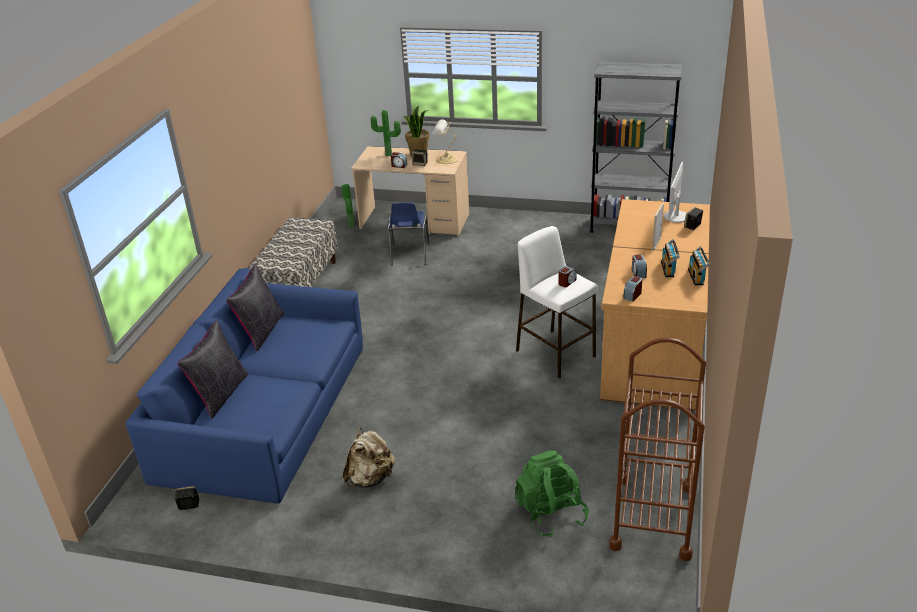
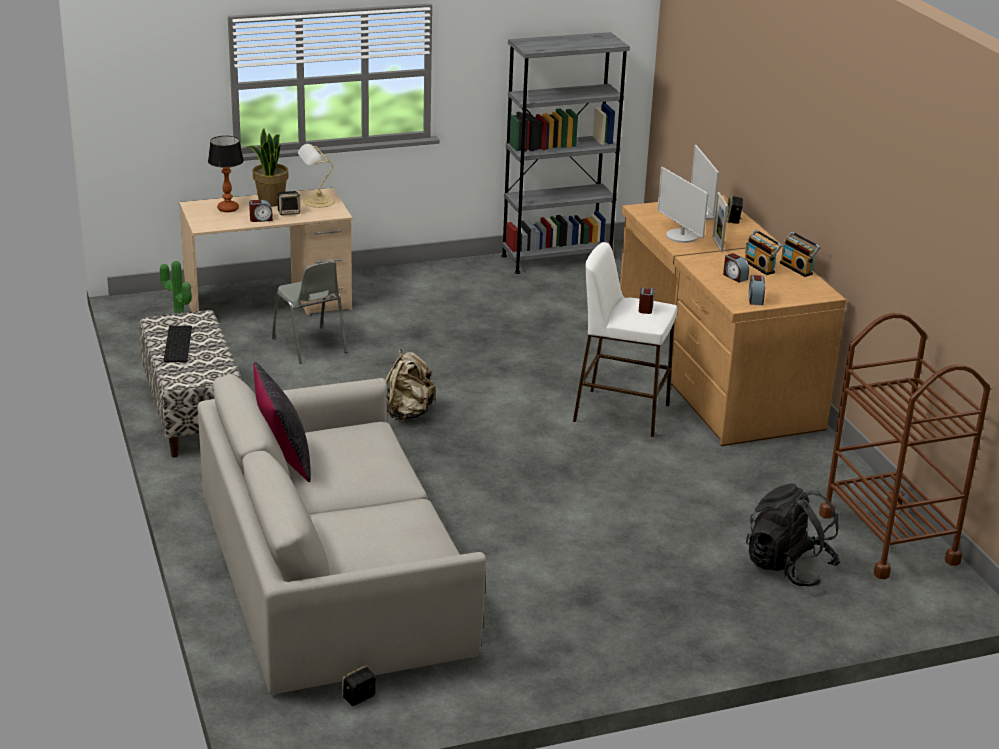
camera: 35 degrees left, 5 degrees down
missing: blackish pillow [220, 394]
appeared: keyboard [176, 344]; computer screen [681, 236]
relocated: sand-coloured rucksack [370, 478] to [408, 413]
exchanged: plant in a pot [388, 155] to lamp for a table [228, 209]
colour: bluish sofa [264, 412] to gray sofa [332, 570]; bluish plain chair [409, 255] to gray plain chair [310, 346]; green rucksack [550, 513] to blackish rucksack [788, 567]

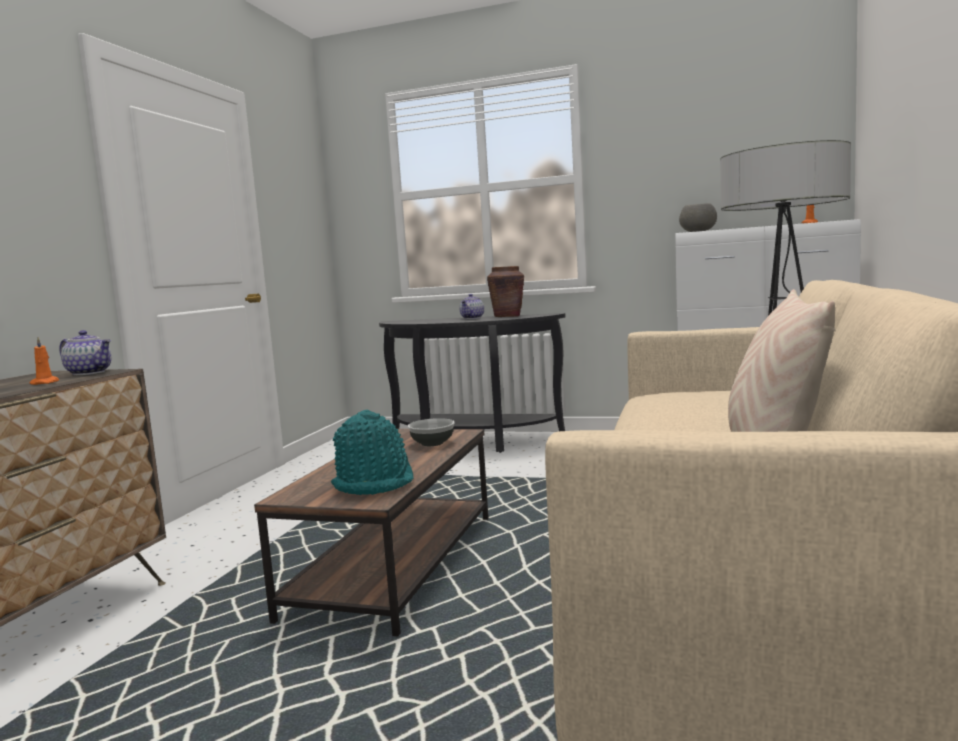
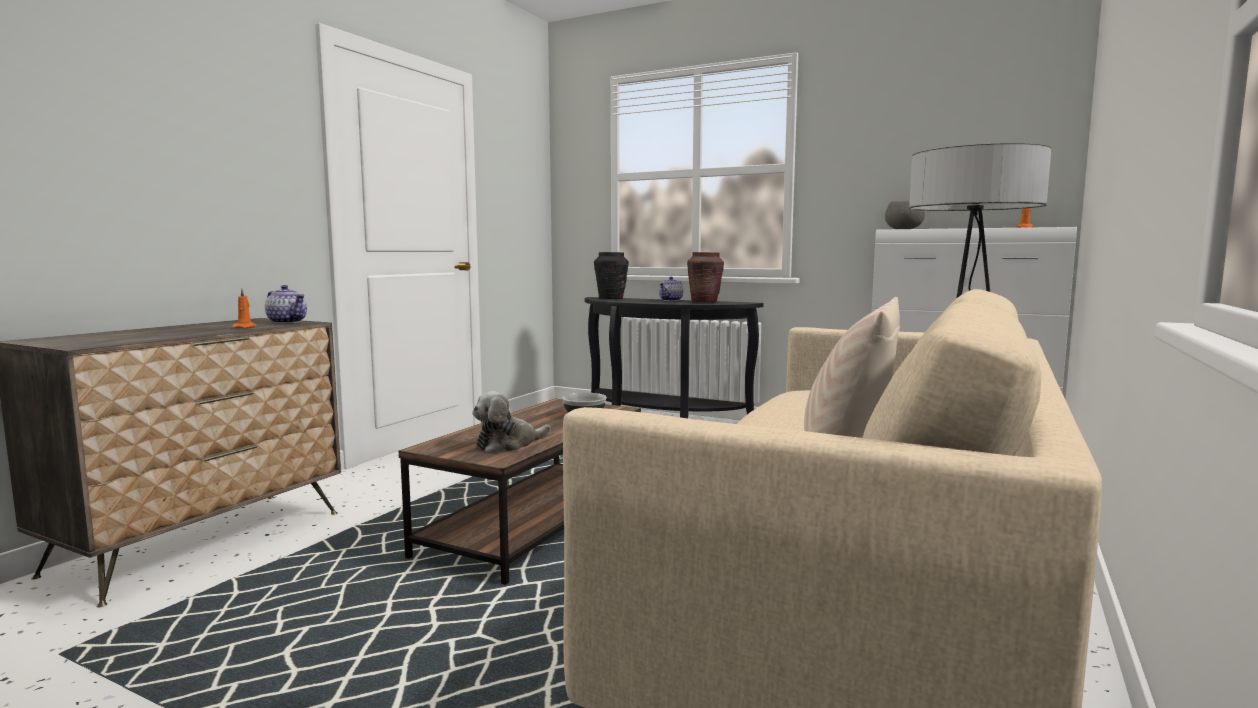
camera: 10 degrees right, 0 degrees up
appeared: blackish vase [611, 299]
exchanged: turquoise hat [374, 483] to soft toy [508, 444]

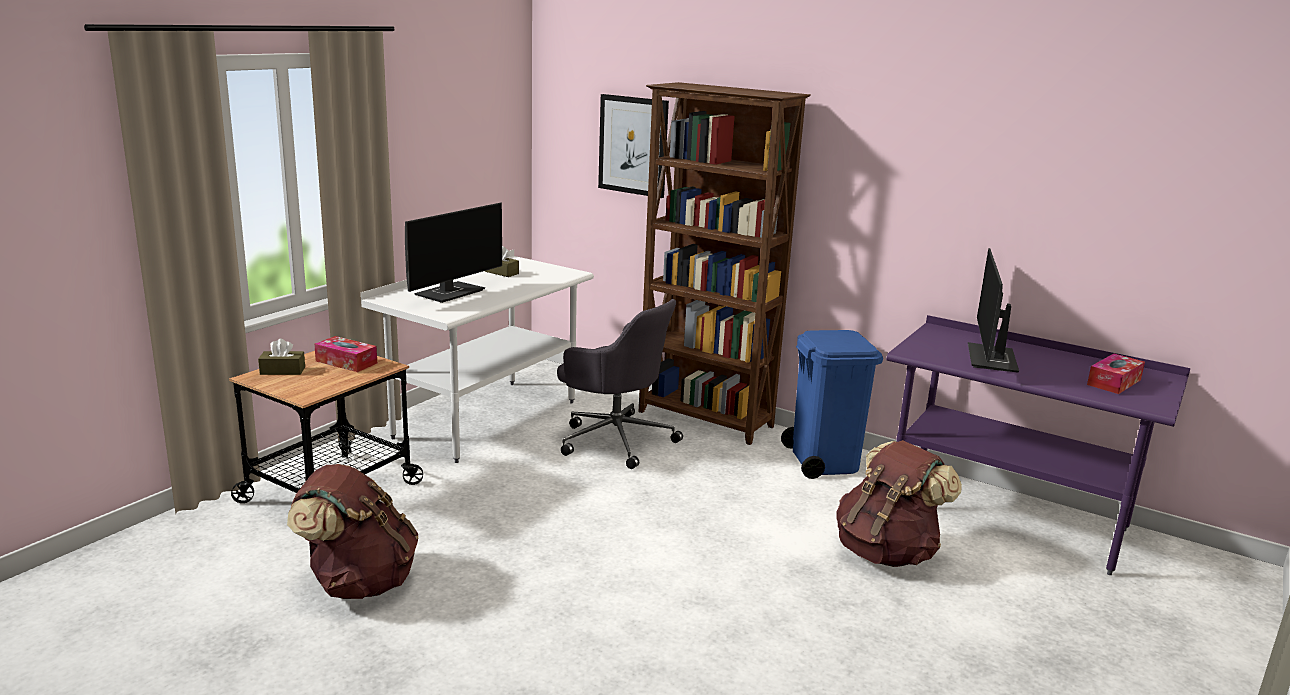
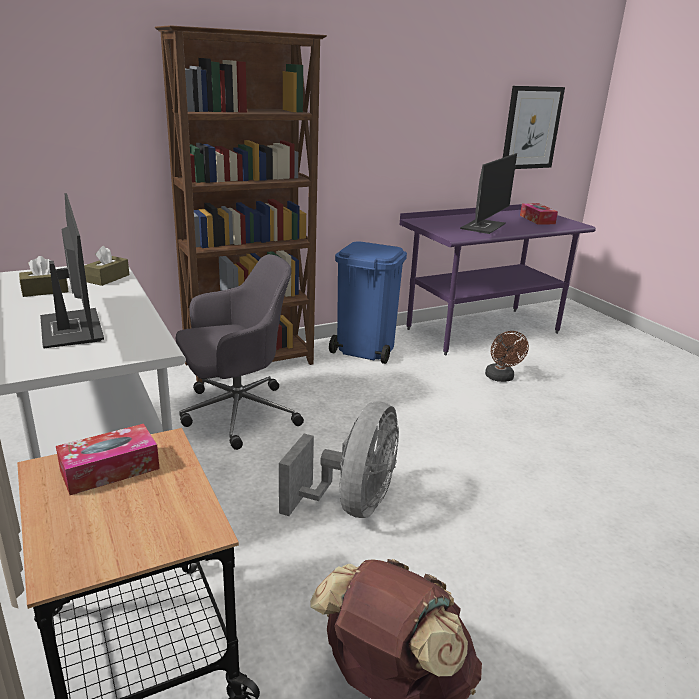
camera: 60 degrees left, 5 degrees up
appeared: gray electric fan [351, 504]
relocated: brownish tissue holder [282, 371] to [108, 278]; wall picture [633, 145] to [531, 128]
exchanged: brownish rucksack [887, 552] to brownish electric fan [501, 378]
spun: computer screen [992, 359] = [483, 227] 105 degrees counterclockwise

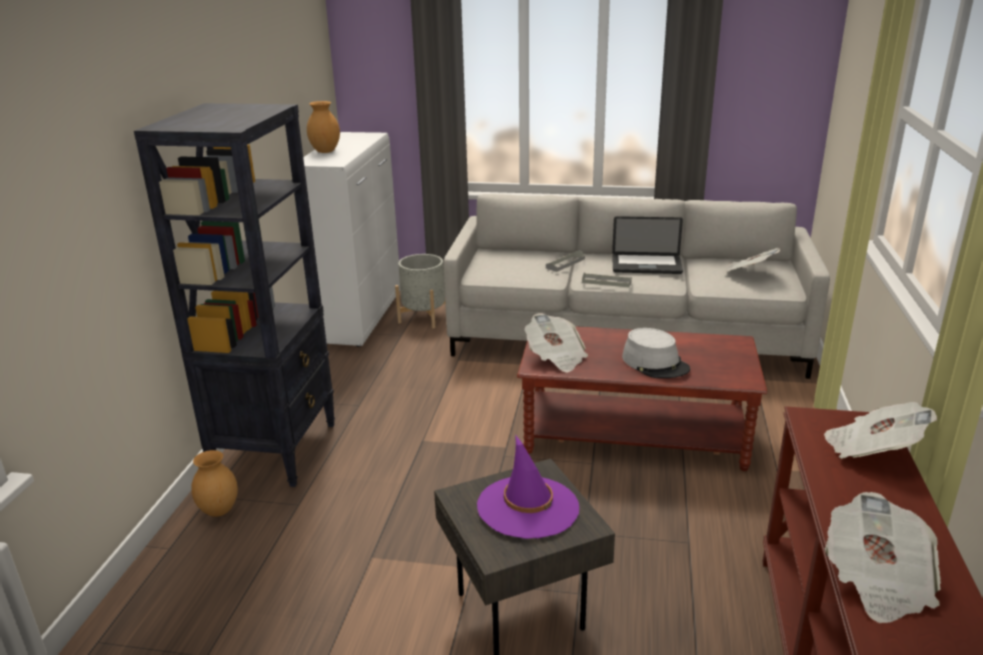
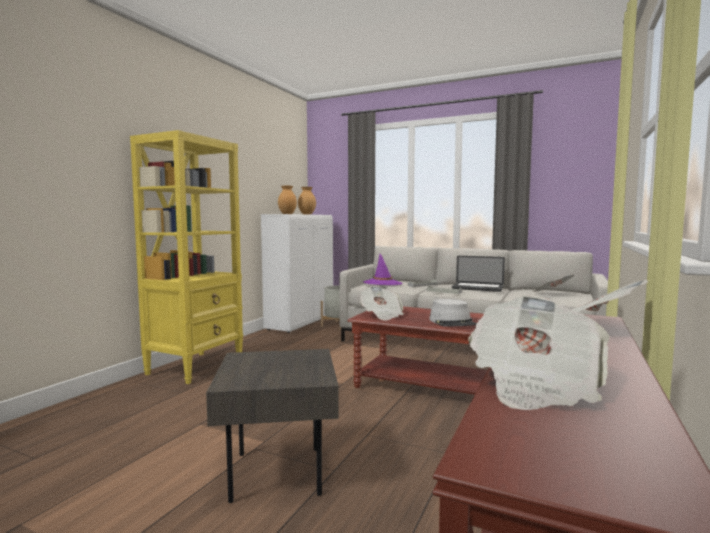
camera: 15 degrees right, 20 degrees down
relocated: brownish vase [220, 510] to [307, 214]; purple hat [528, 507] to [382, 283]
colour: blackish bookshelf [277, 449] to yellow bookshelf [196, 367]

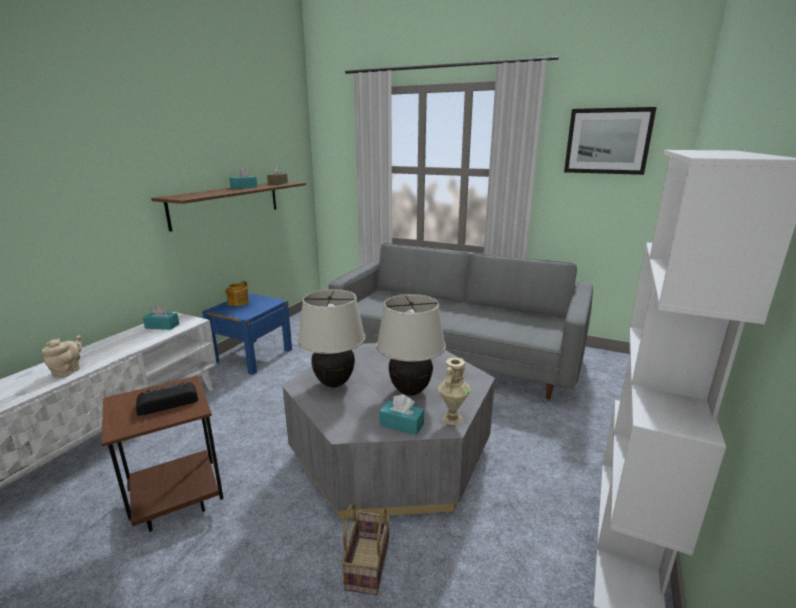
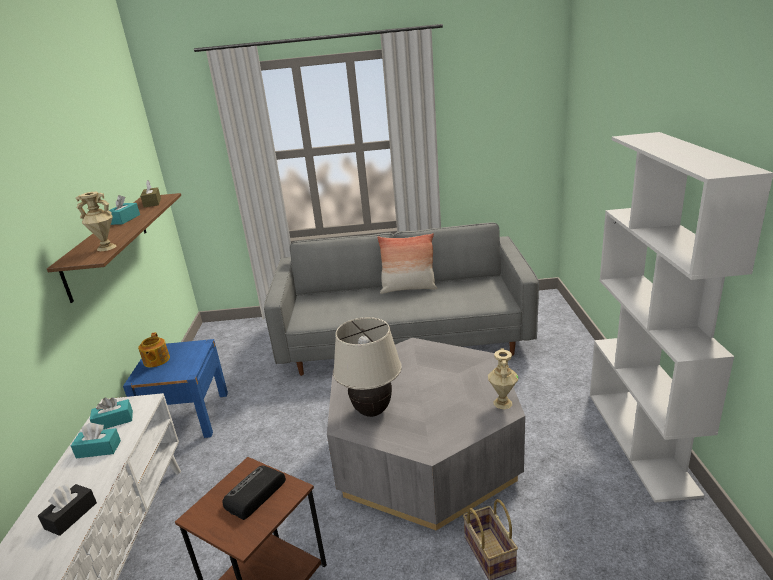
camera: 25 degrees left, 5 degrees up
missing: sand-coloured lamp for a table [410, 391]; wall picture [607, 141]
appeared: sand-coloured vase [106, 248]; pillow [408, 288]
relocated: turquoise tissue holder [401, 424] to [98, 449]
exchanged: sand-coloured pot for tea [68, 371] to blackish tissue holder [71, 516]

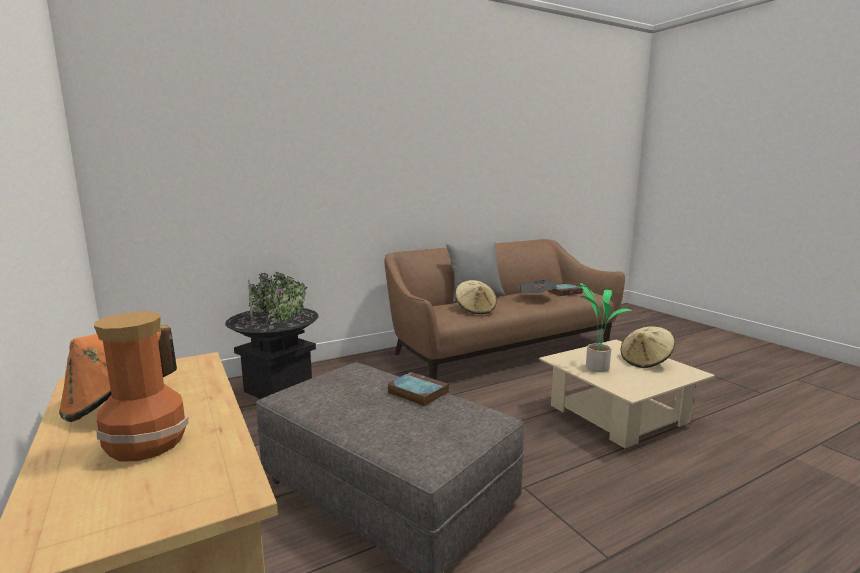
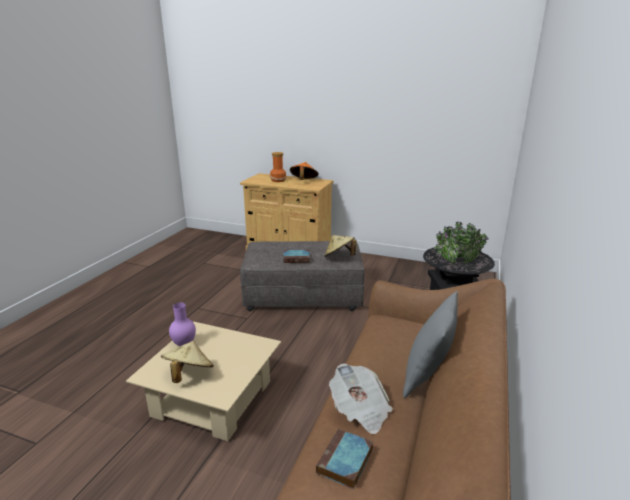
camera: 140 degrees right, 10 degrees up
missing: plant in a pot [596, 367]
appeared: purple vase [183, 344]
relocated: sand-coloured hat [475, 310] to [339, 257]

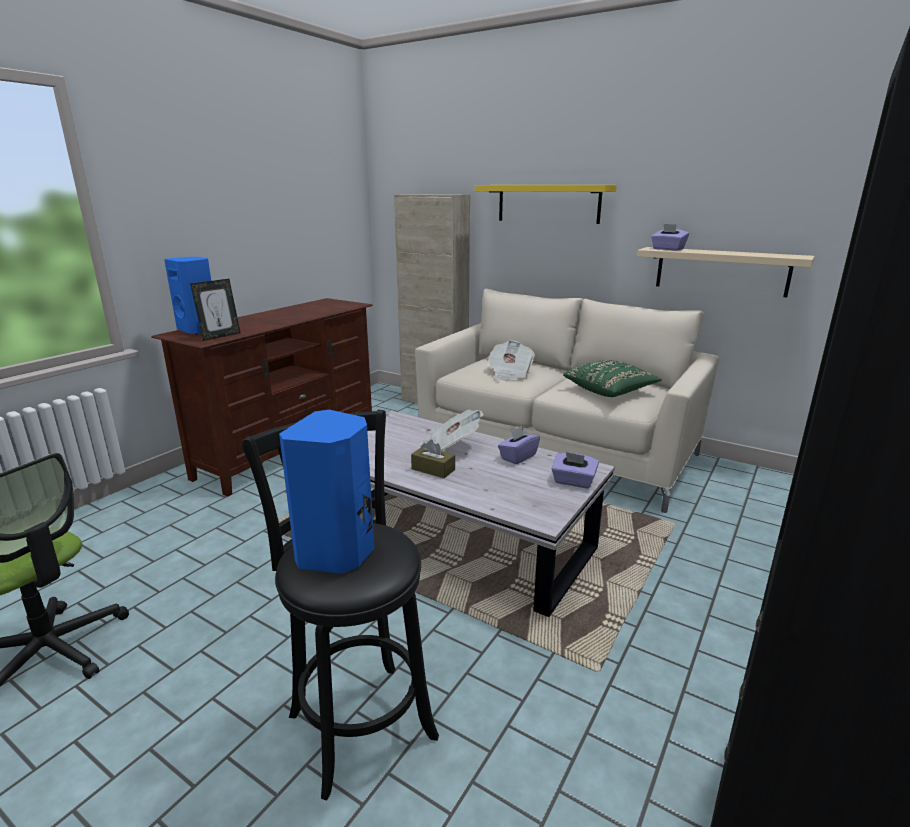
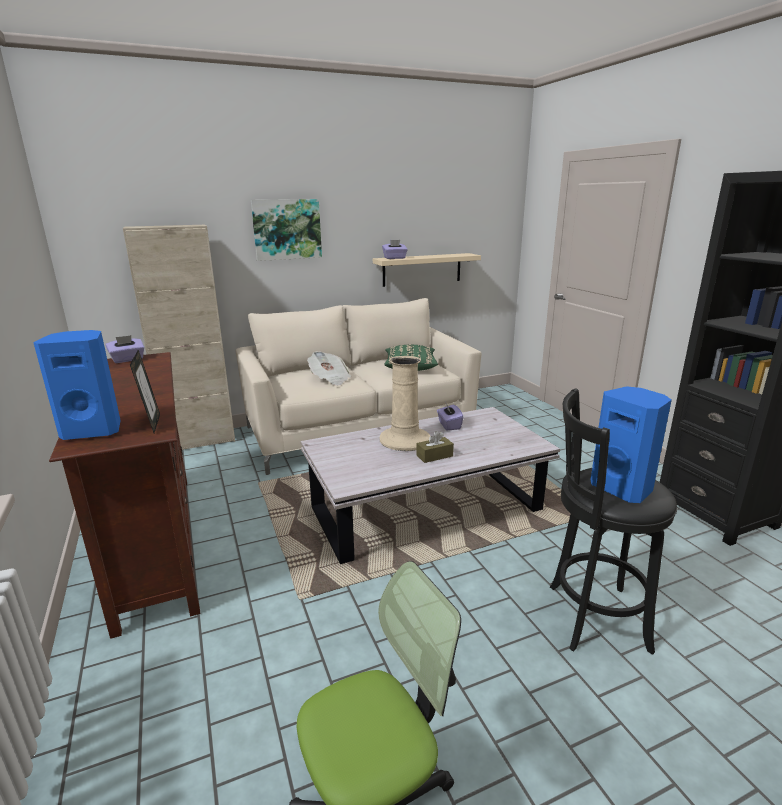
camera: 55 degrees left, 0 degrees up
relocated: purple tissue holder [573, 482] to [128, 359]
exchanged: newspaper [450, 447] to sand-coloured vase [405, 440]; yellow bracket shelf [548, 203] to wall picture [287, 229]

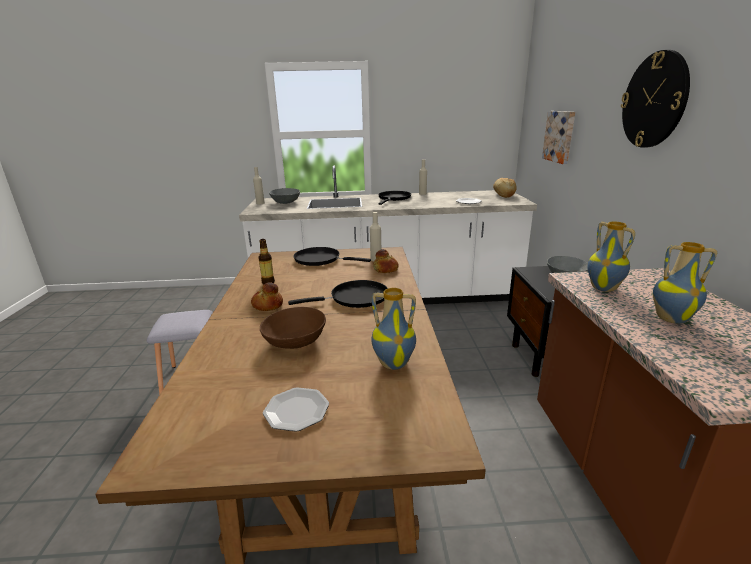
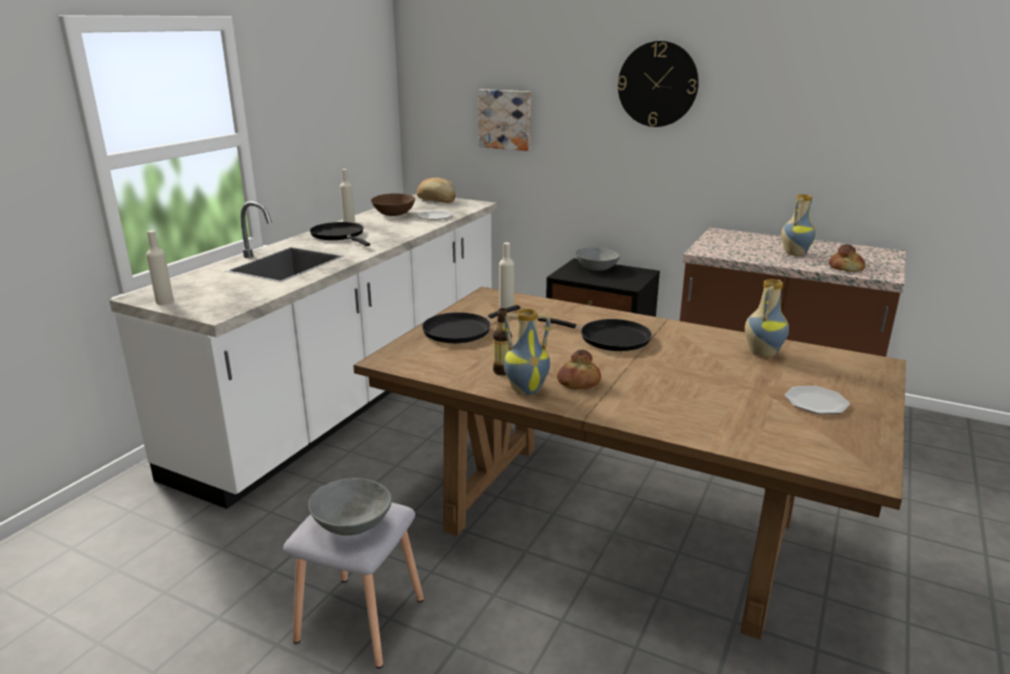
camera: 60 degrees left, 0 degrees up
relocated: brownish serving bowl [295, 341] to [393, 214]; gray serving bowl [285, 202] to [351, 524]; bread [386, 269] to [846, 268]; vase [604, 288] to [526, 390]
spun: blackish pan [355, 298] = [609, 338] 105 degrees clockwise

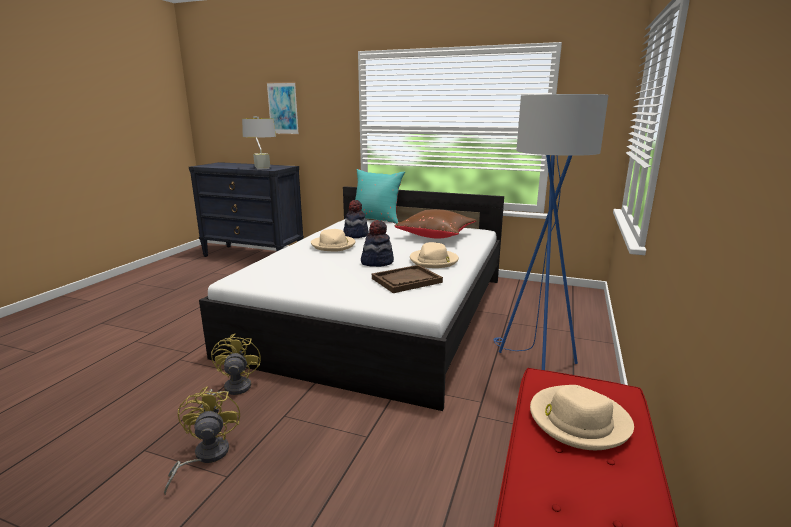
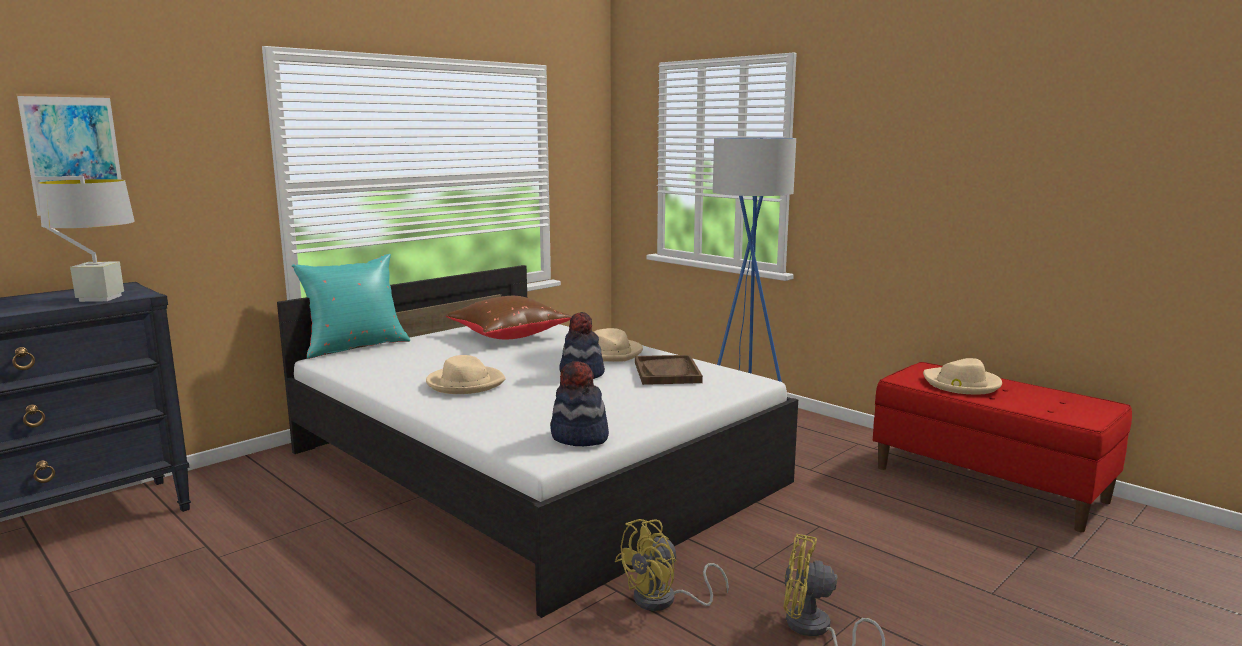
camera: 65 degrees left, 5 degrees down
relocated: hat [355, 235] to [579, 437]
spun: yellow electric fan [232, 390] = [664, 601] 60 degrees counterclockwise

